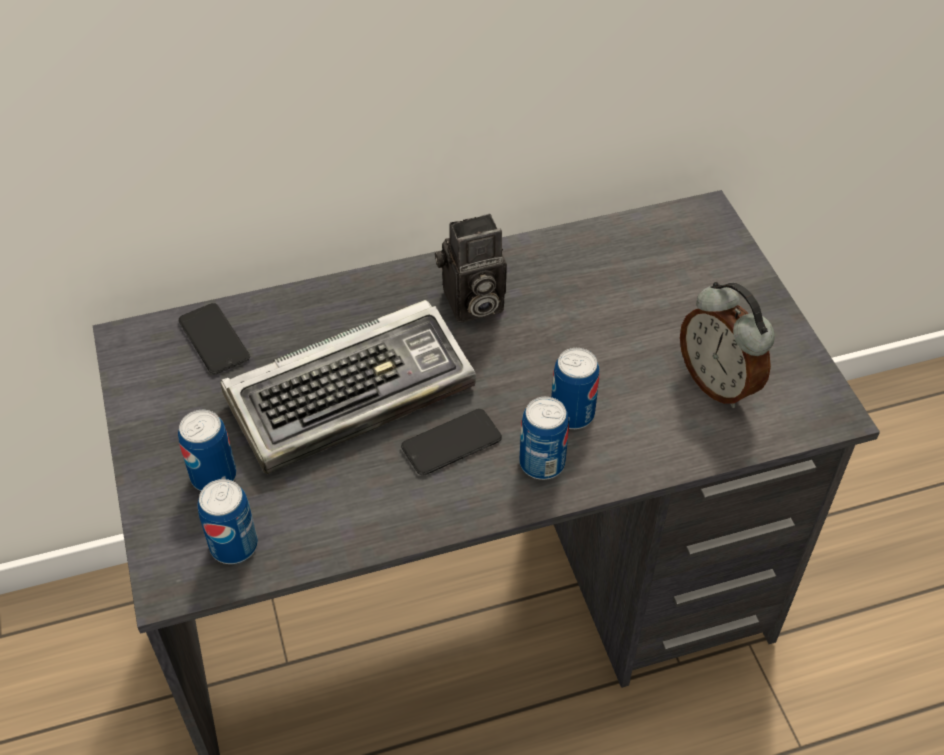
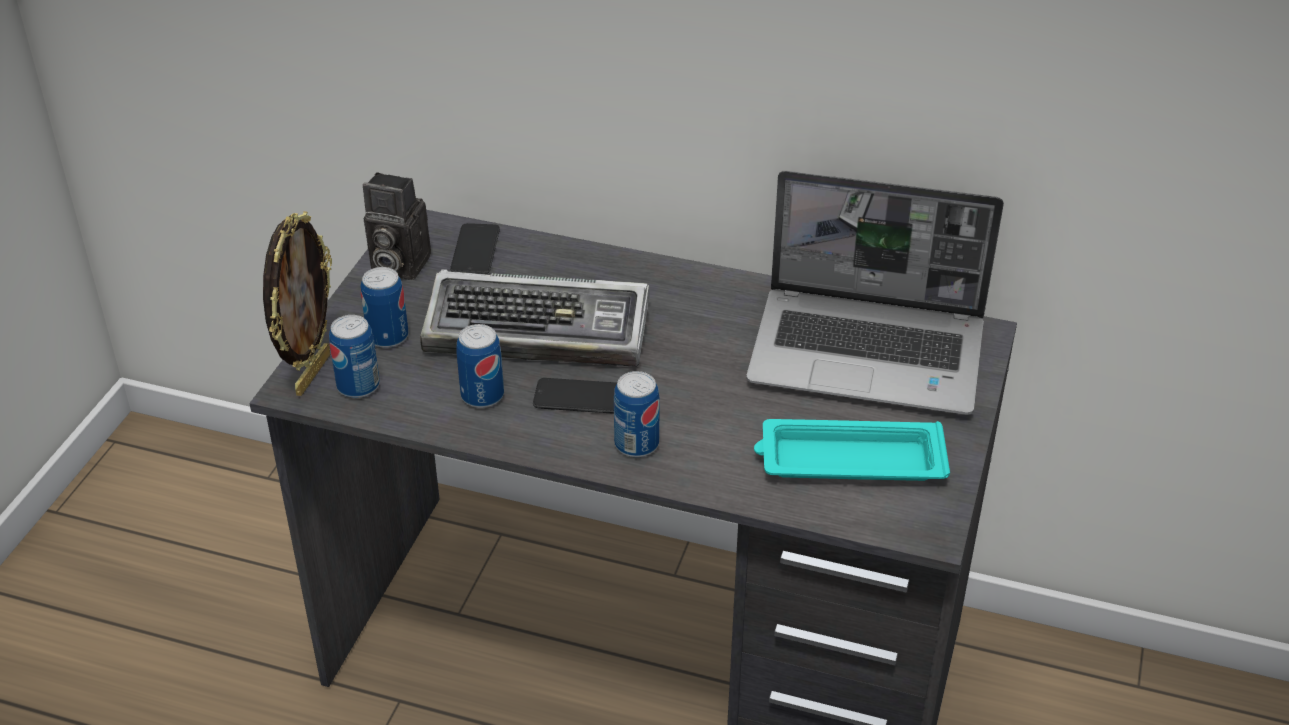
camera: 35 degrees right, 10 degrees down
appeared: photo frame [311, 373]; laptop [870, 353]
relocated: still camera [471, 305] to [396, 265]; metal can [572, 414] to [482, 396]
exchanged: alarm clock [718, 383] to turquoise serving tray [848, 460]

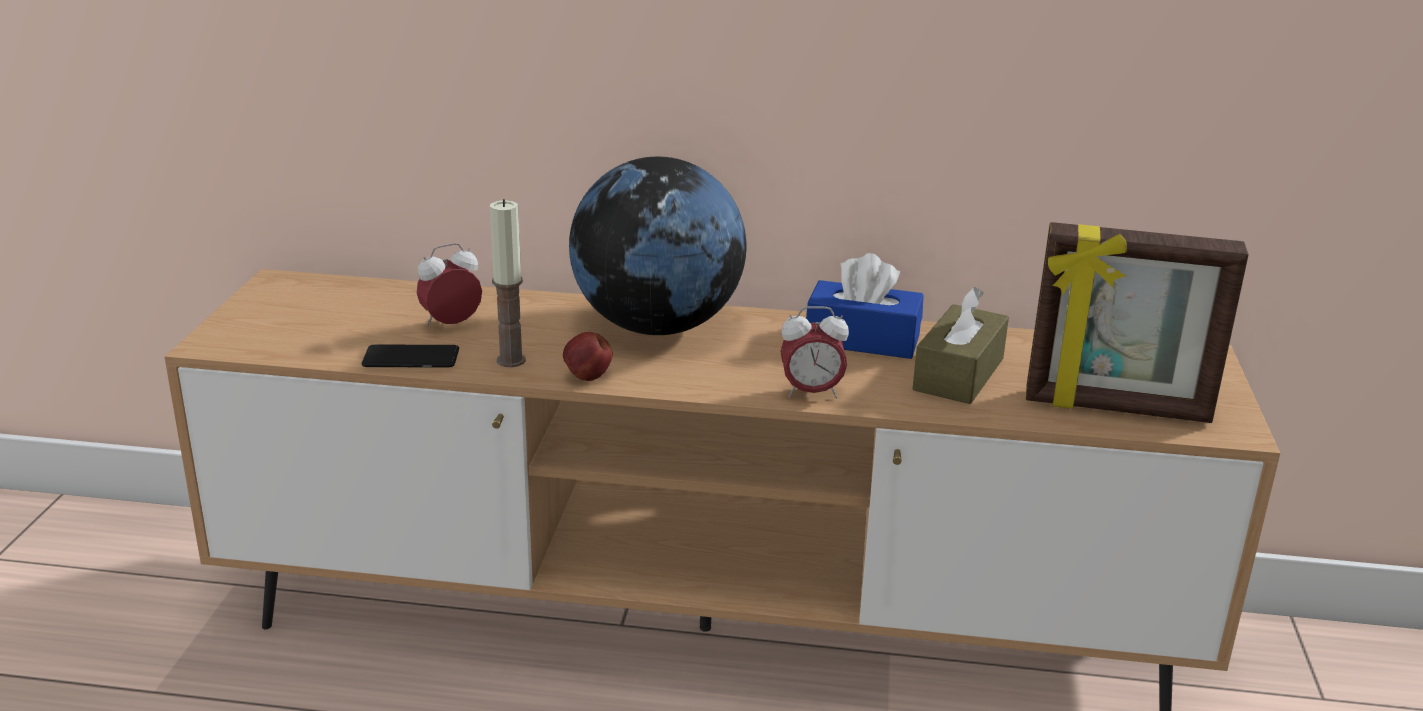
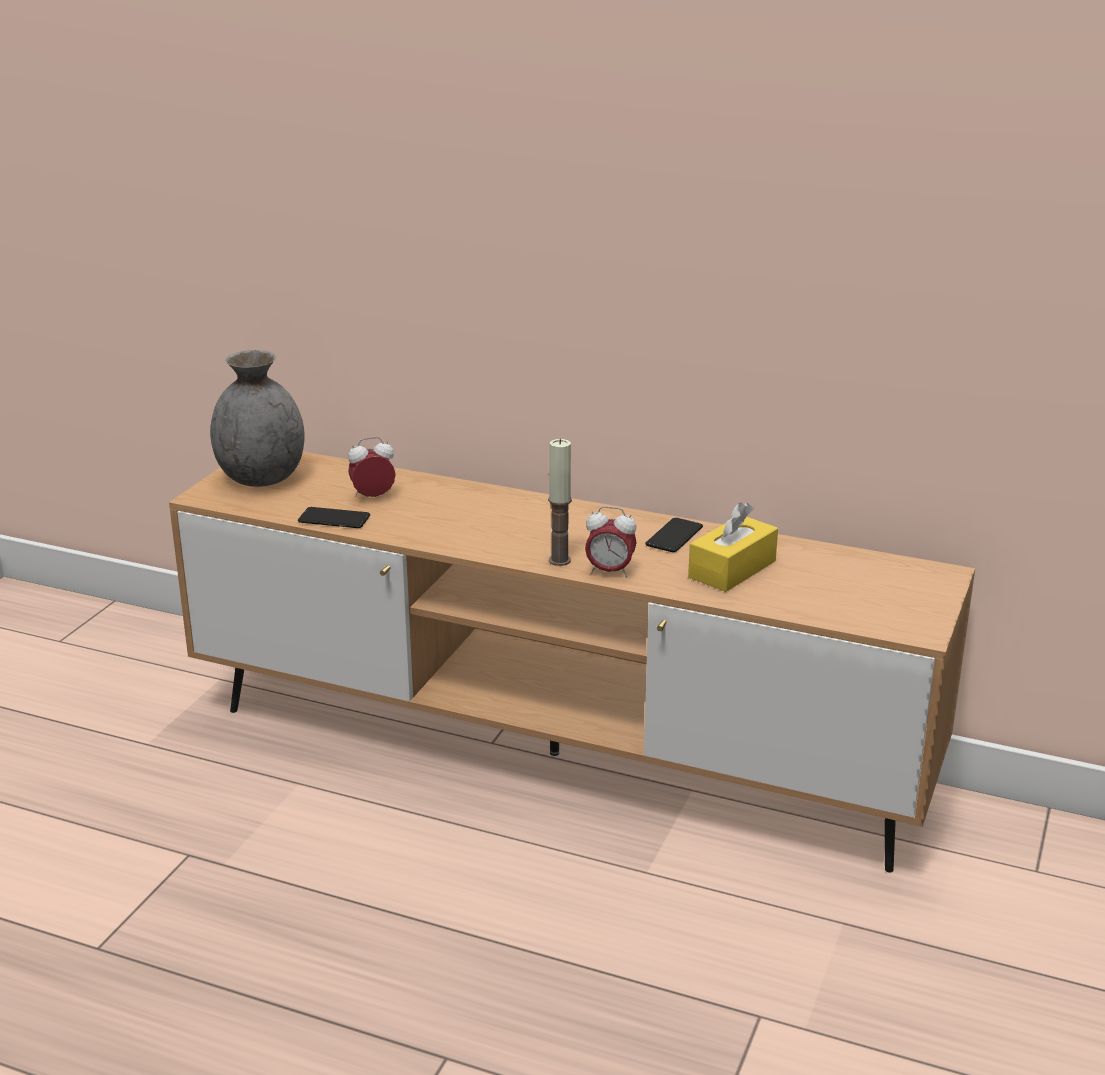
camera: 15 degrees right, 0 degrees up
missing: apple fruit [587, 378]; desk globe [657, 326]; photo frame [1116, 408]
appeared: gray vase [260, 478]
relocated: candle [511, 360] to [559, 560]
exchanged: bluish tissue holder [862, 340] to phone [674, 536]
colour: brownish tissue holder [958, 374] to yellow tissue holder [732, 569]

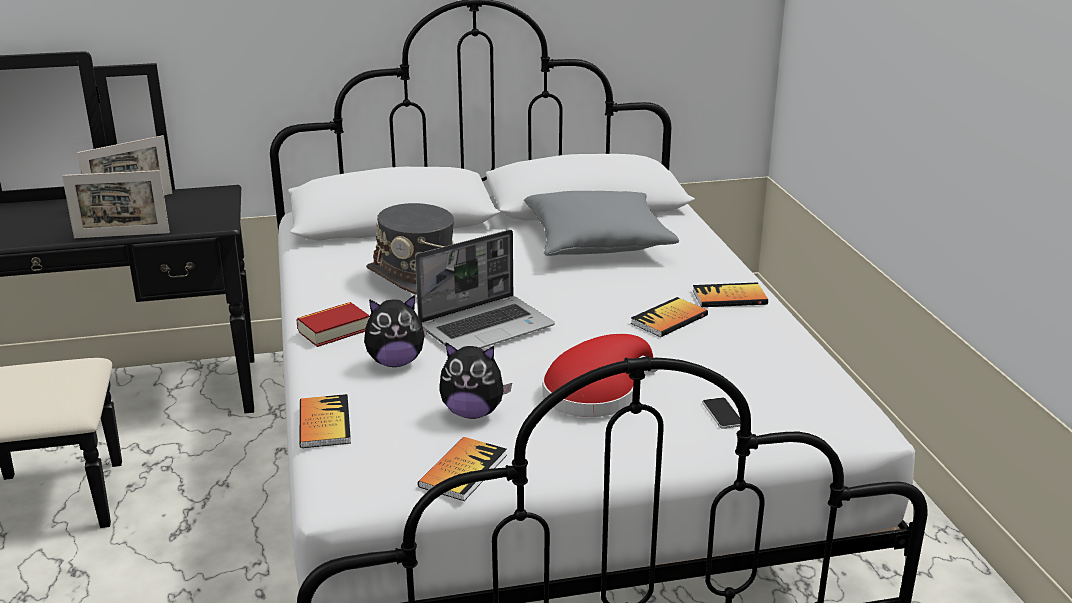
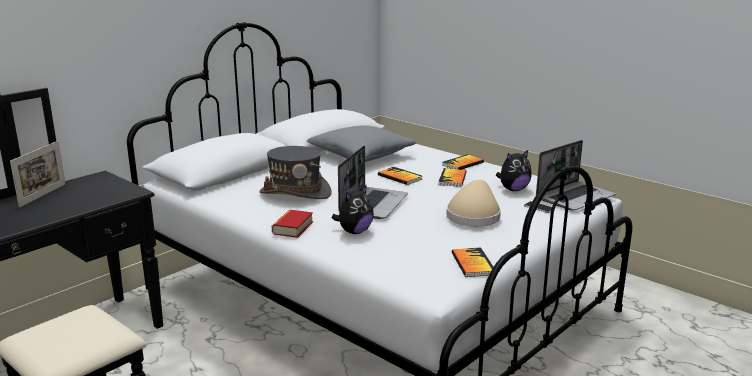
camera: 35 degrees left, 5 degrees down
missing: photo frame [122, 235]
appeared: laptop [575, 197]
relocated: bound book [324, 423] to [399, 177]; soft toy [473, 413] to [513, 189]
colour: reddish hat [595, 393] to sand-coloured hat [473, 215]

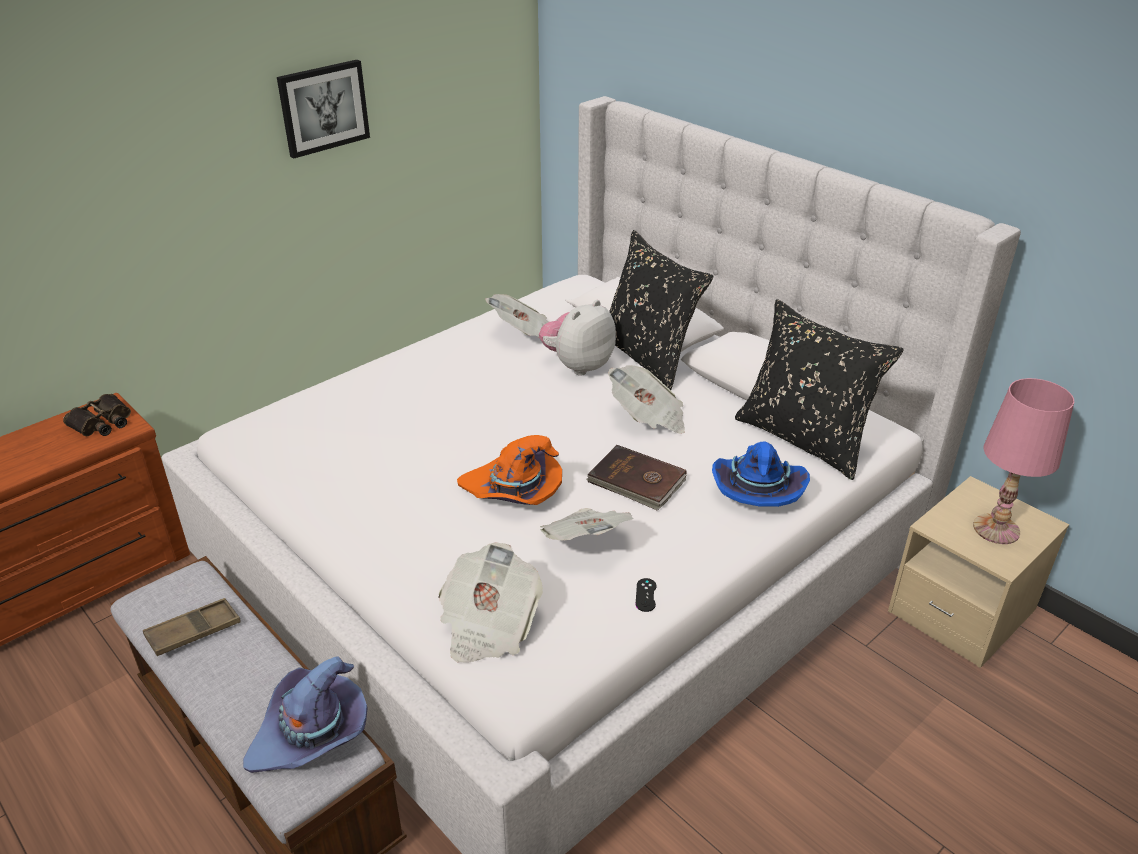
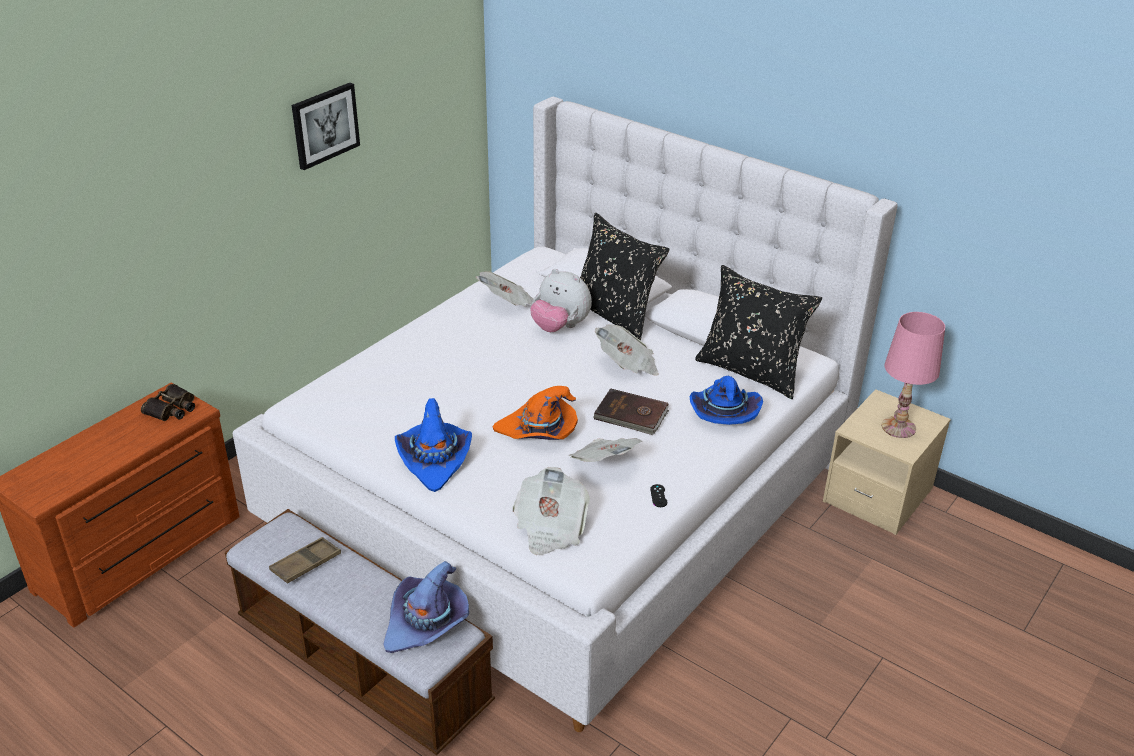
camera: 10 degrees left, 0 degrees up
appeared: bluish hat [435, 460]
spun: soft toy [578, 365] = [560, 327] 90 degrees counterclockwise

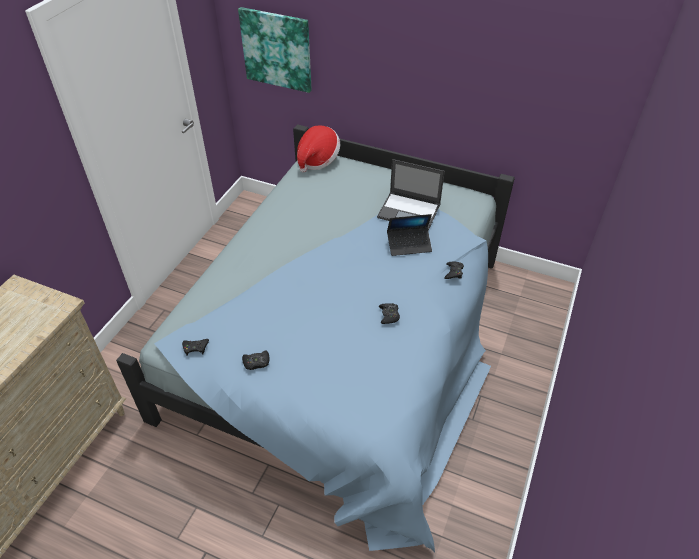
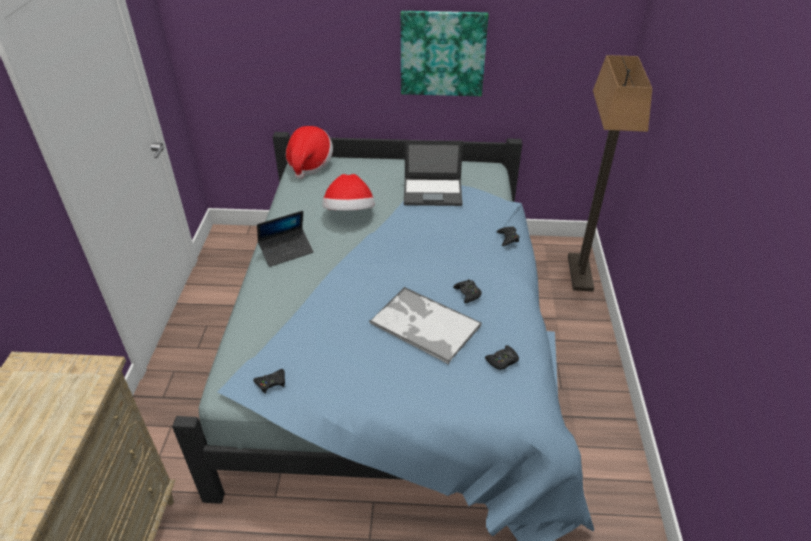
camera: 20 degrees left, 5 degrees down
appeared: hat [349, 213]; serving tray [424, 324]; standing lamp [580, 273]
relocated: wall picture [277, 49] to [442, 53]; blackish joypad [256, 362] to [502, 361]; laptop [409, 245] to [286, 251]

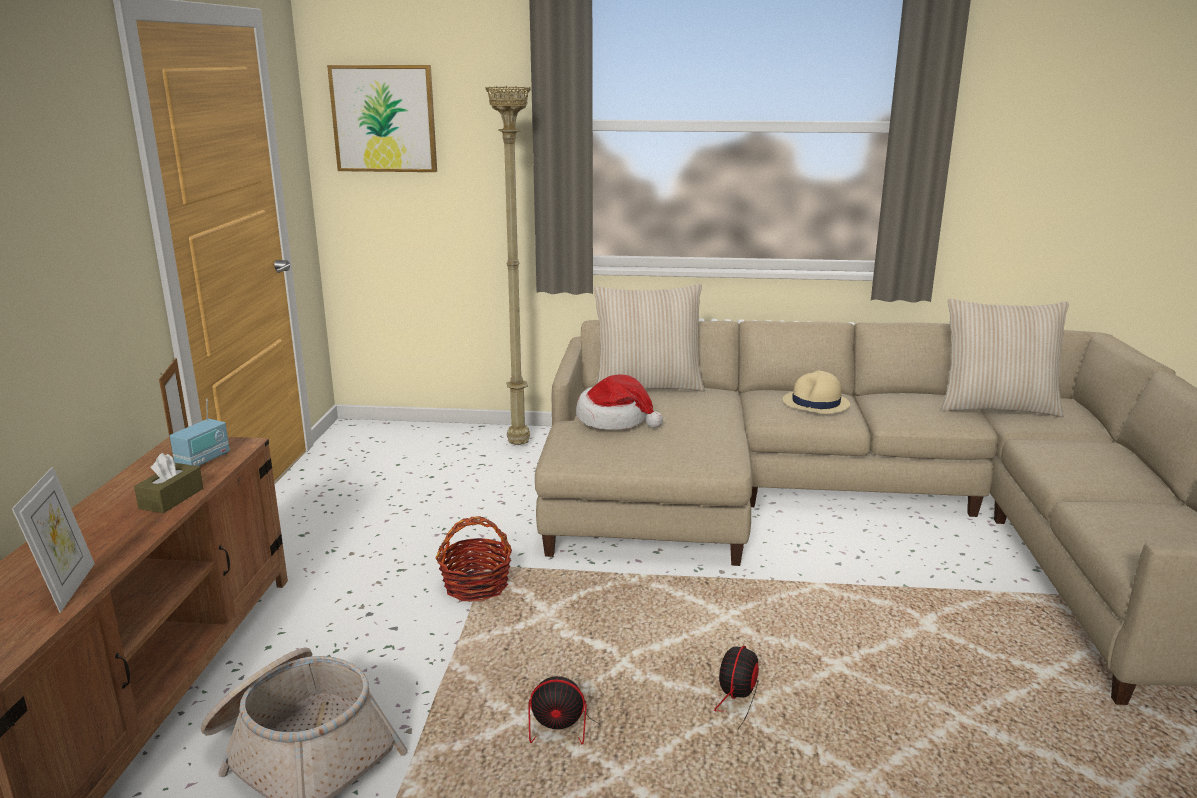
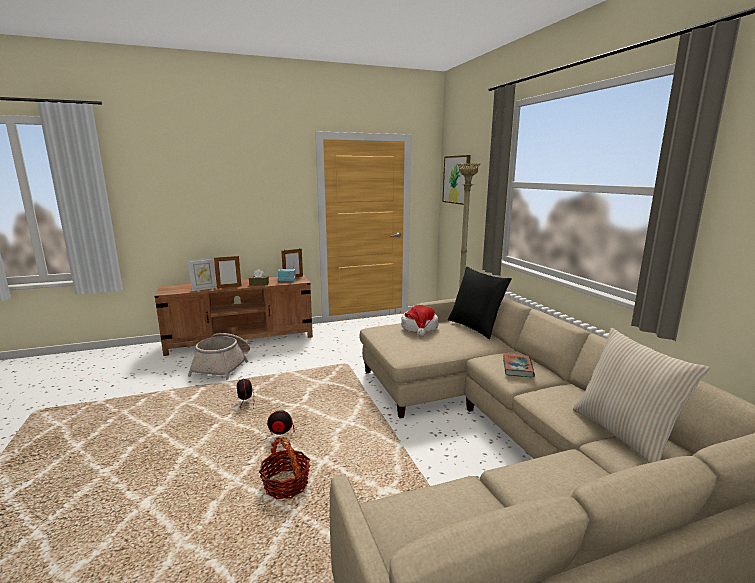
camera: 65 degrees right, 5 degrees down
appeared: photo frame [229, 287]
relocated: basket [476, 585] to [286, 485]
exchanged: sand-coloured hat [816, 403] to bound book [517, 368]
colour: sand-coloured pillow [647, 386] to blackish pillow [475, 327]

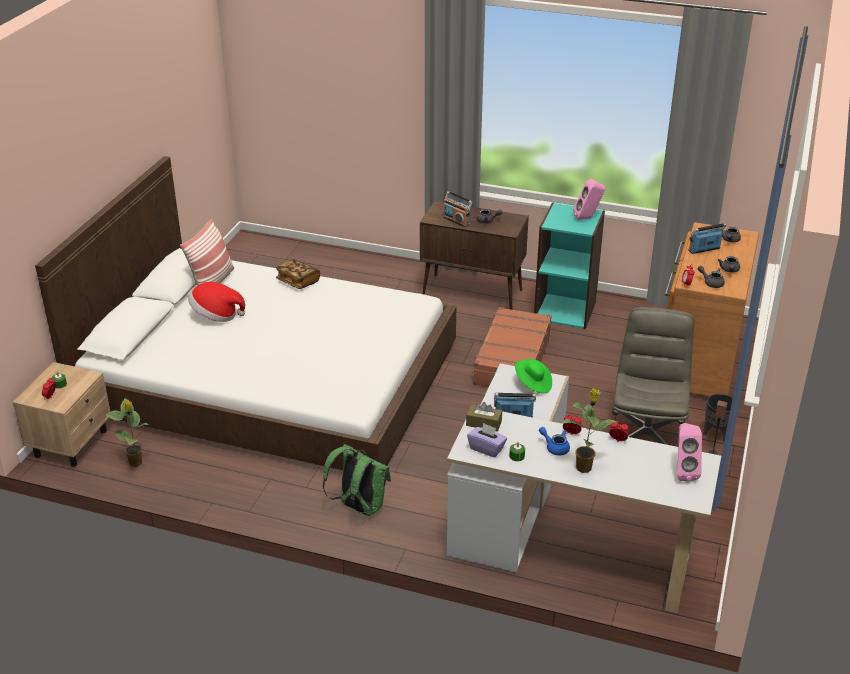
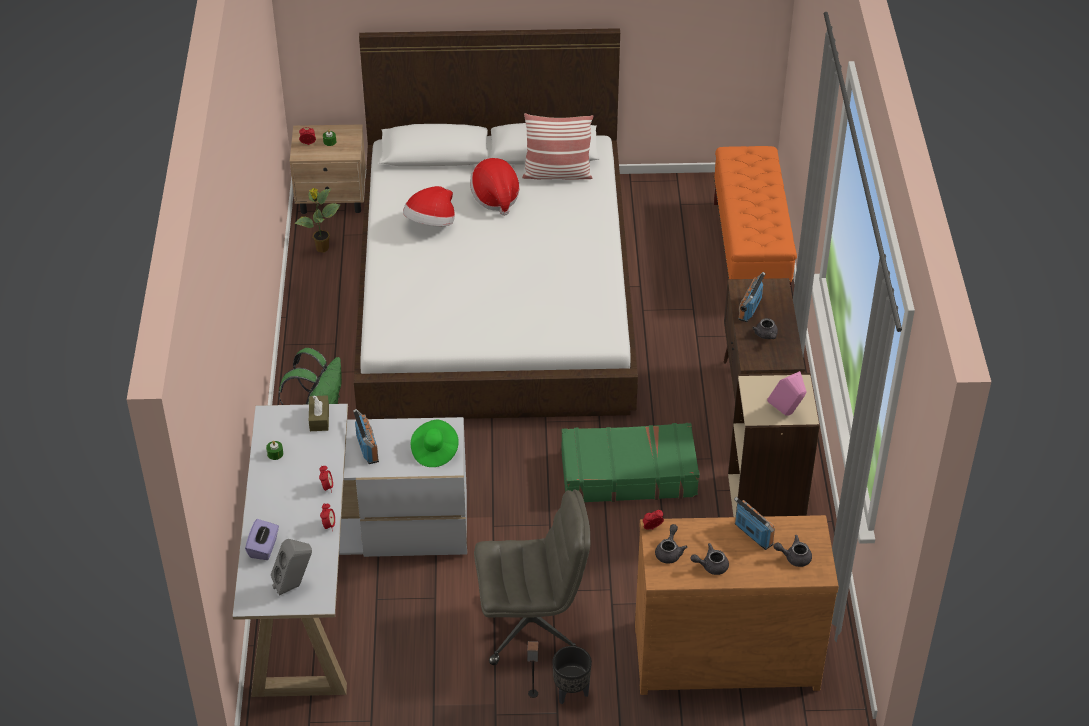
camera: 70 degrees right, 10 degrees up
missing: bound book [298, 281]; bluish pot for tea [555, 447]; plant in a pot [584, 467]
appeared: hat [431, 224]; orangey indoor bench [749, 254]
relocated: purple tissue holder [486, 448] to [264, 548]
colour: brownish piece of luggage [511, 360] to green piece of luggage [628, 474]; turquoise bookshelf [565, 310] to sand-coloured bookshelf [767, 500]; pink audio speaker [683, 471] to gray audio speaker [294, 585]

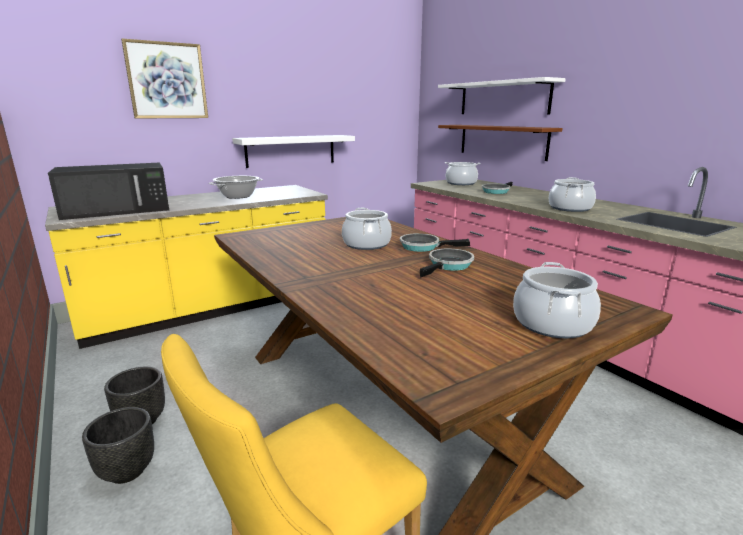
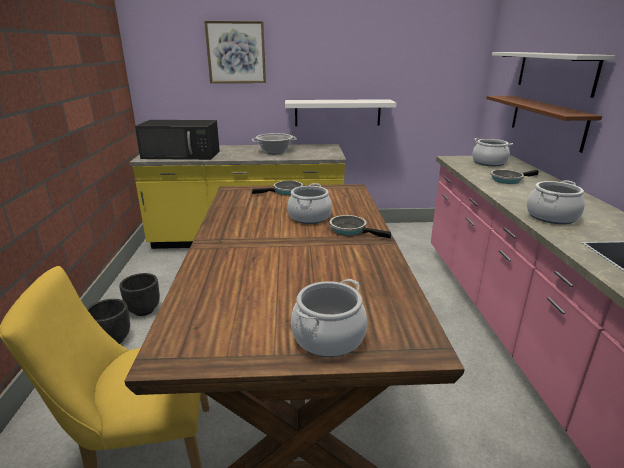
camera: 30 degrees right, 5 degrees up
relocated: pan [449, 265] to [285, 191]

